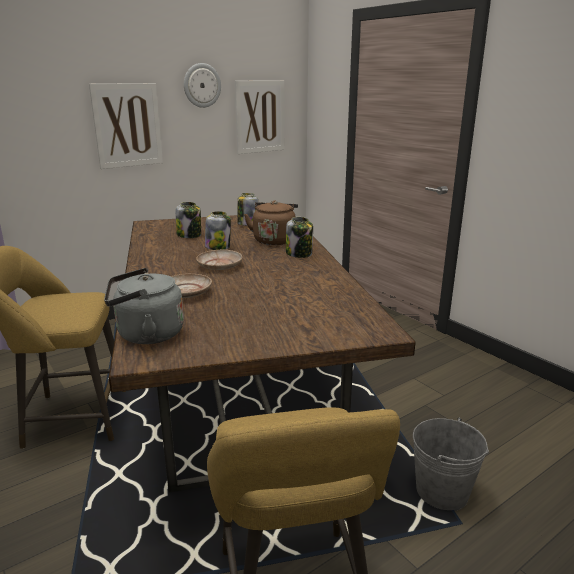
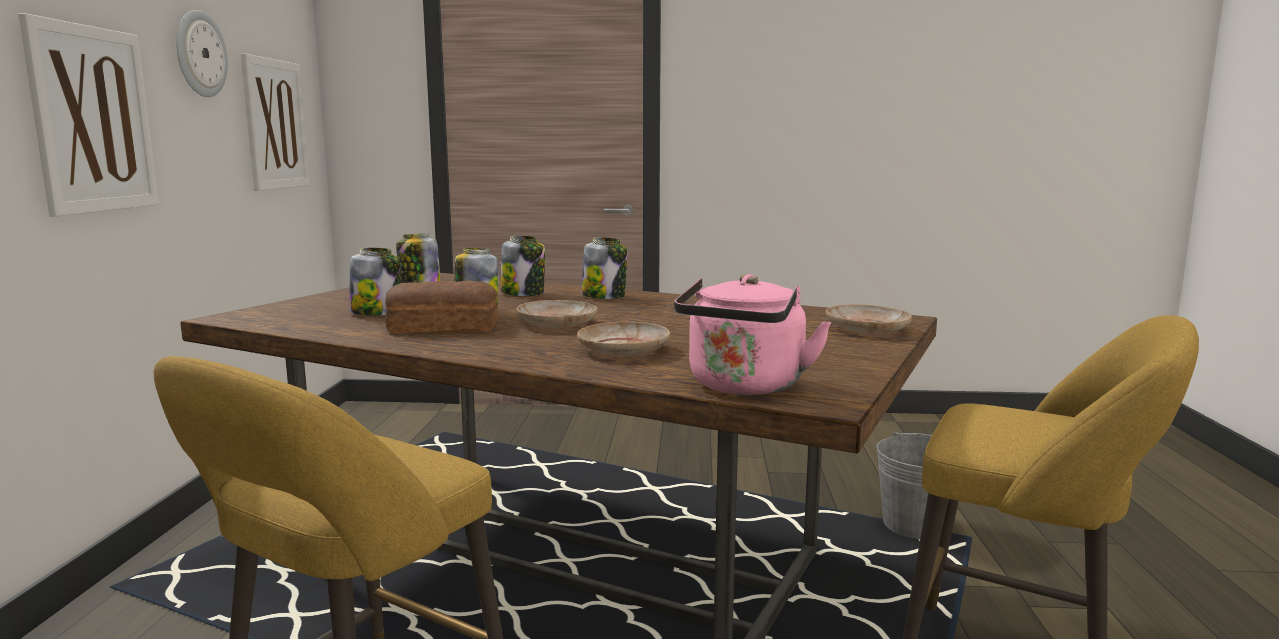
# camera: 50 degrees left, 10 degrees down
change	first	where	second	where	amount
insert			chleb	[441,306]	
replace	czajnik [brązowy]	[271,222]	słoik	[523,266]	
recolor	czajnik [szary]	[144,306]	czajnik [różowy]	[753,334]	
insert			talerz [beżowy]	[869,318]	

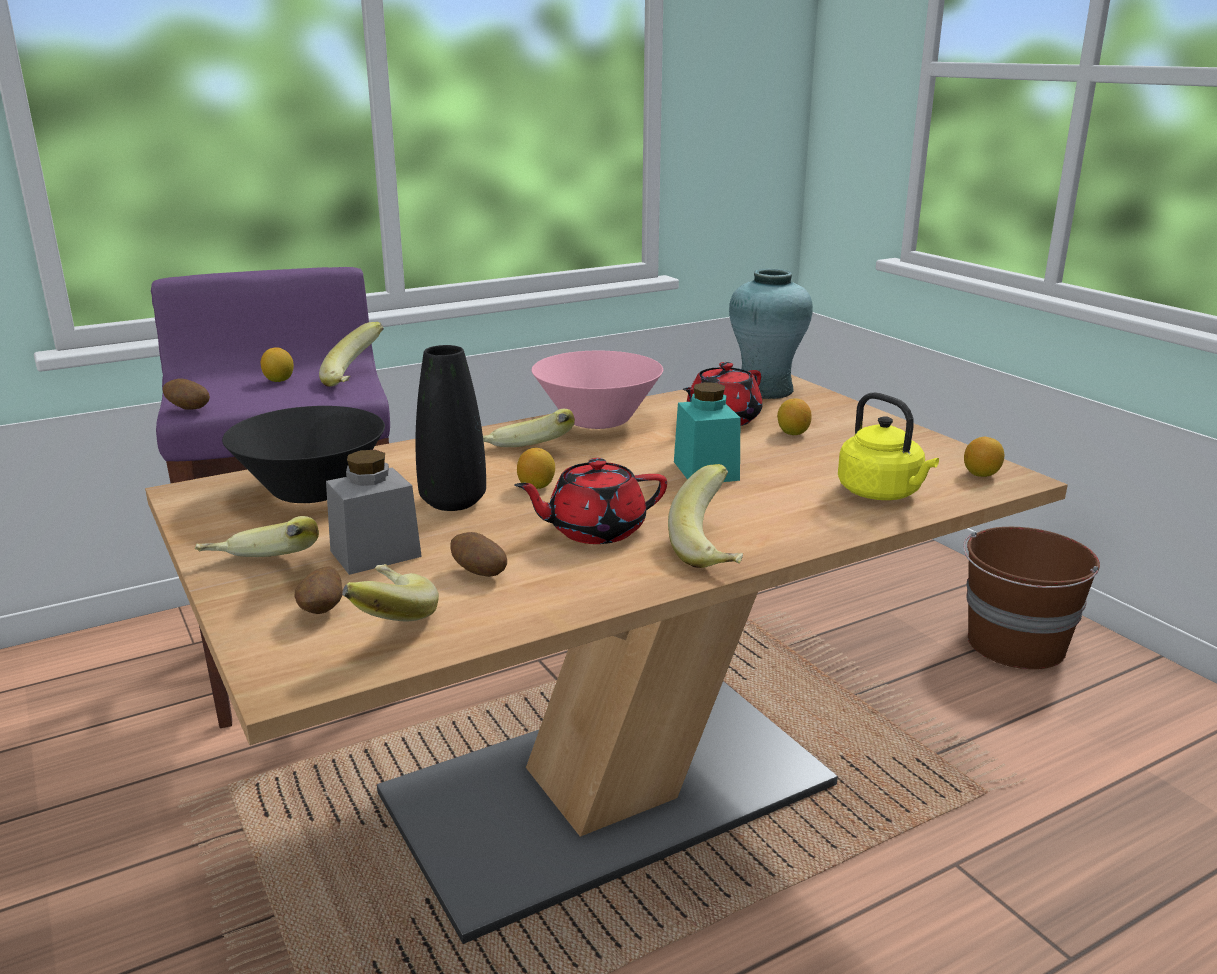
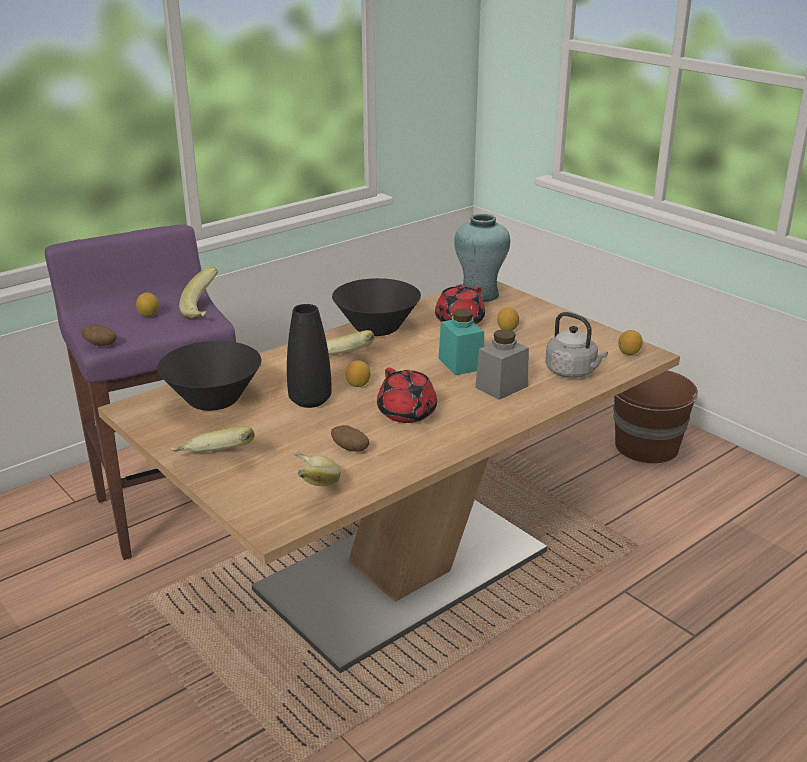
# camera: 10 degrees left, 5 degrees up
change	first	where	second	where	amount
recolor	miska [różowy]	[597,390]	miska [czarny]	[376,307]	
rotate	imbryk [czerwony]	[590,501]		[407,395]	90 degrees counterclockwise
move	słoik [szary]	[374,512]		[502,364]	
recolor	czajnik [żółty]	[888,446]	czajnik [szary]	[576,345]	
delete	ziemniak	[319,590]			
delete	banan	[705,516]			

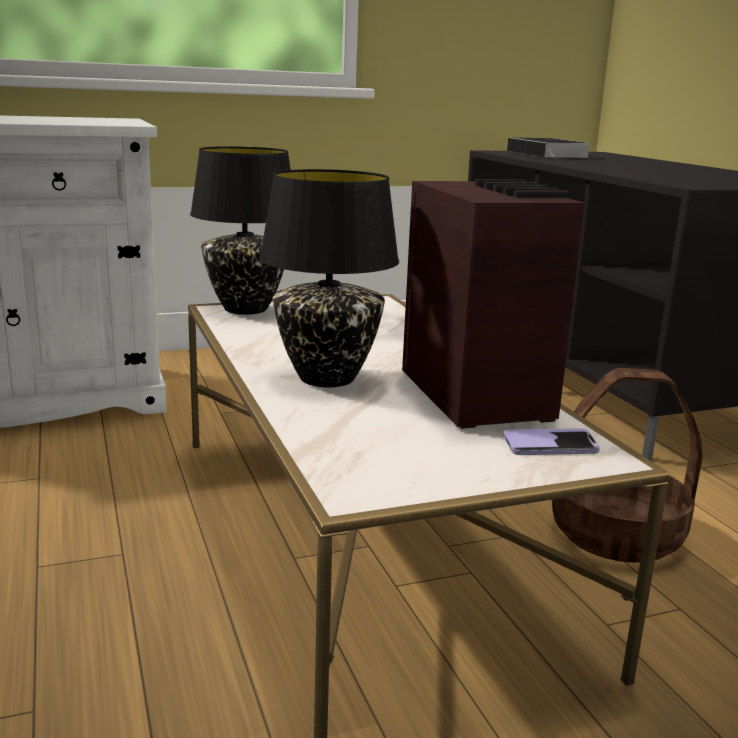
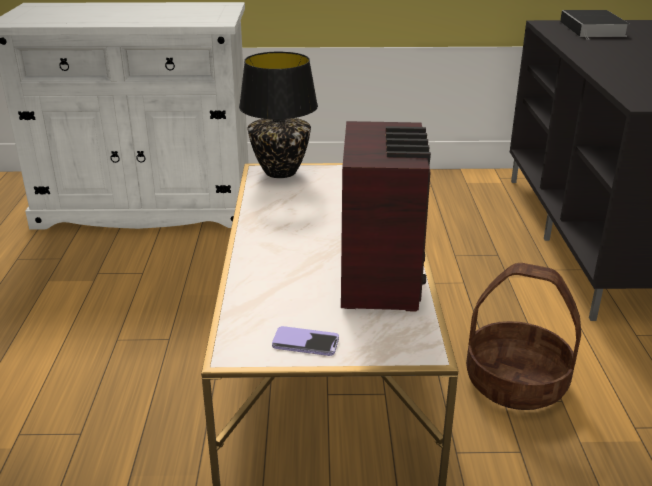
# camera: 20 degrees right, 10 degrees up
change	first	where	second	where	amount
move	telefon	[551,441]		[305,341]	
delete	lampa stołowa [czarny]	[329,278]			

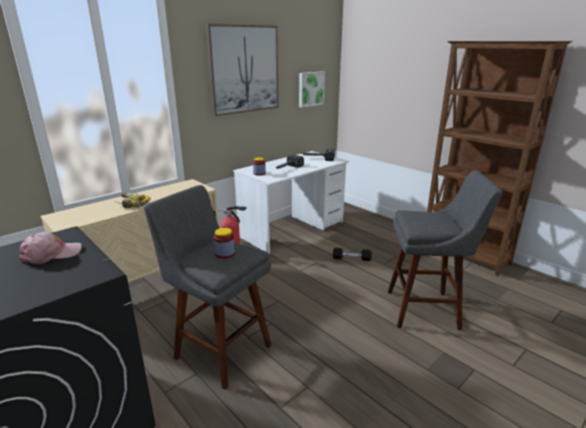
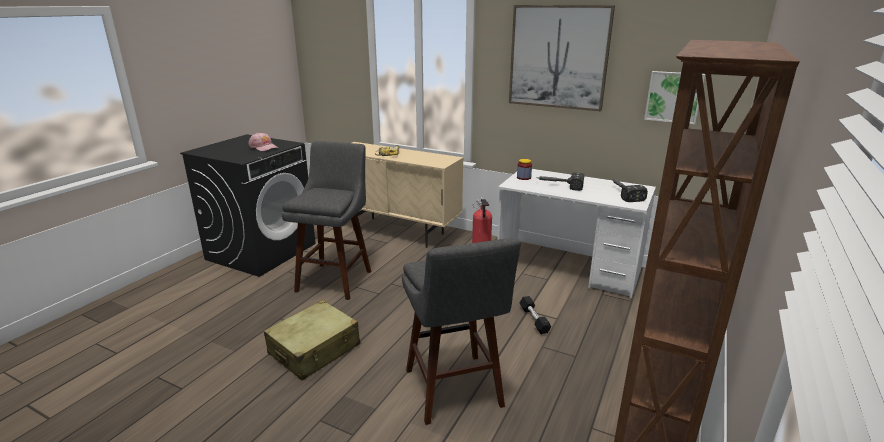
# camera: 70 degrees right, 0 degrees up
change	first	where	second	where	amount
insert			walizka [beżowy]	[312,340]	
delete	słoik	[224,243]			

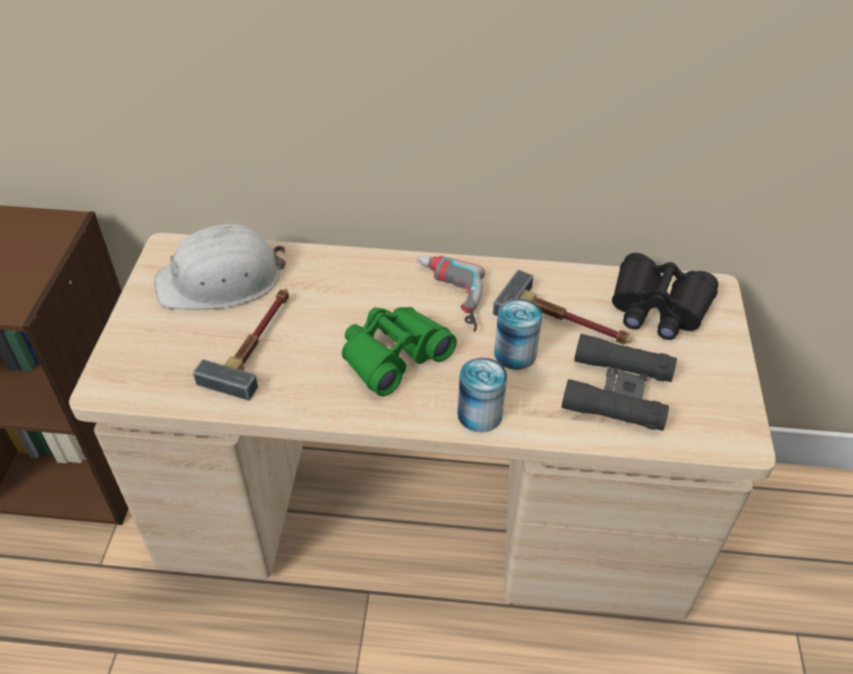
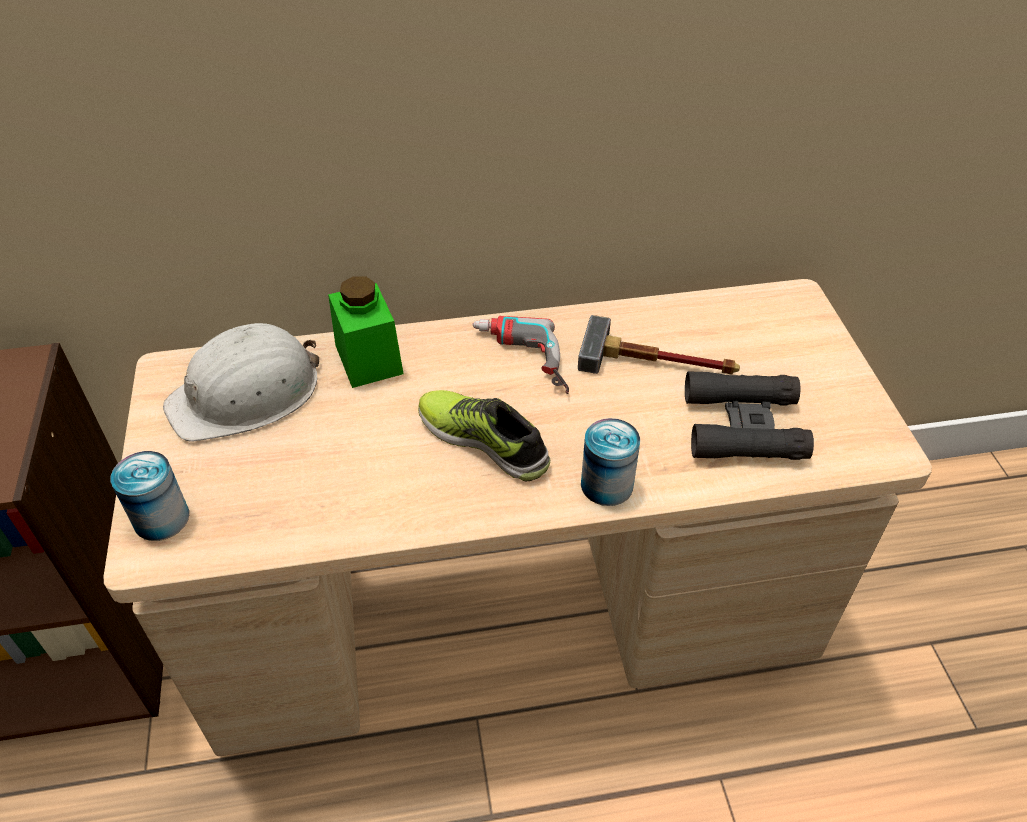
# camera: 15 degrees left, 0 degrees up
change	first	where	second	where	amount
move	puszka	[518,334]		[150,496]	
insert			słoik [zielony]	[365,332]	
replace	lornetka [zielony]	[399,351]	but	[484,435]	
delete	młotek	[241,344]			
delete	lornetka [czarny]	[665,296]			

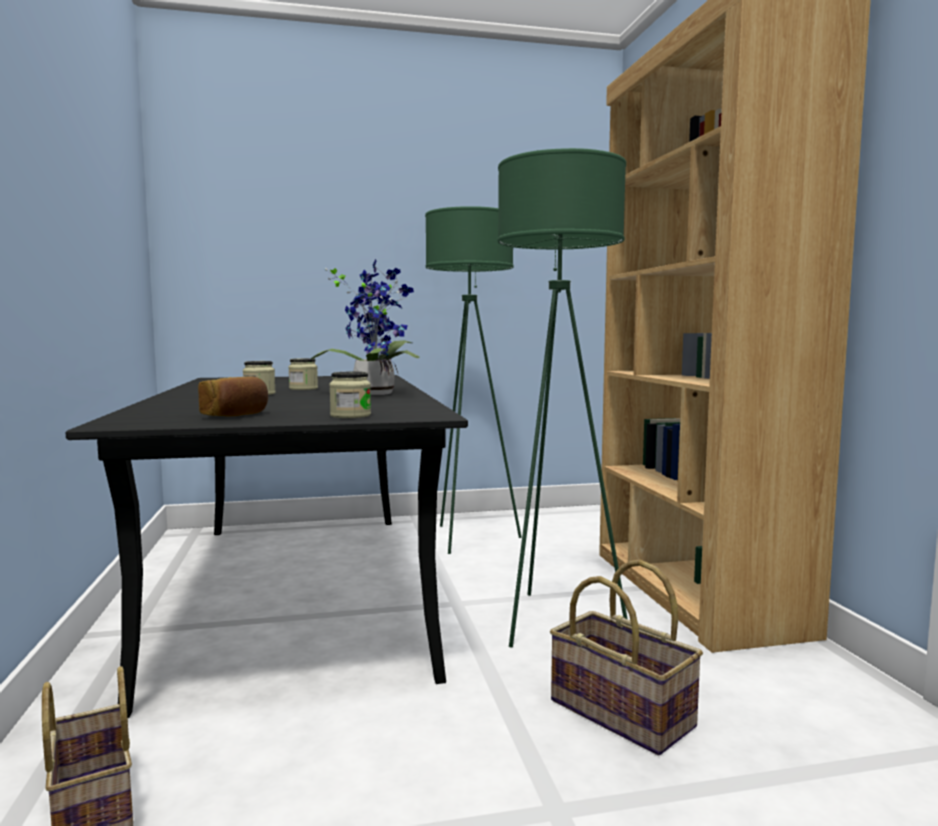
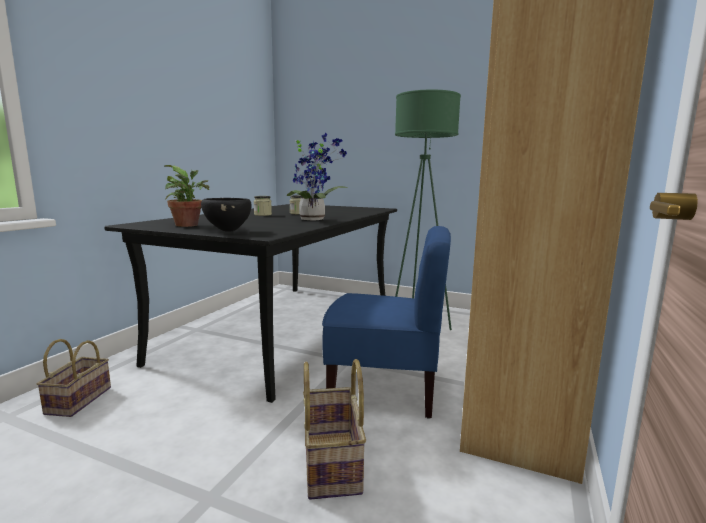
# camera: 35 degrees right, 5 degrees up
change	first	where	second	where	amount
replace	chleb	[233,396]	roślina doniczkowa	[186,196]	
replace	słoik	[350,395]	miska [czarny]	[226,215]	
replace	lampa stojąca [zielony]	[563,397]	krzesło [niebieski]	[386,322]	

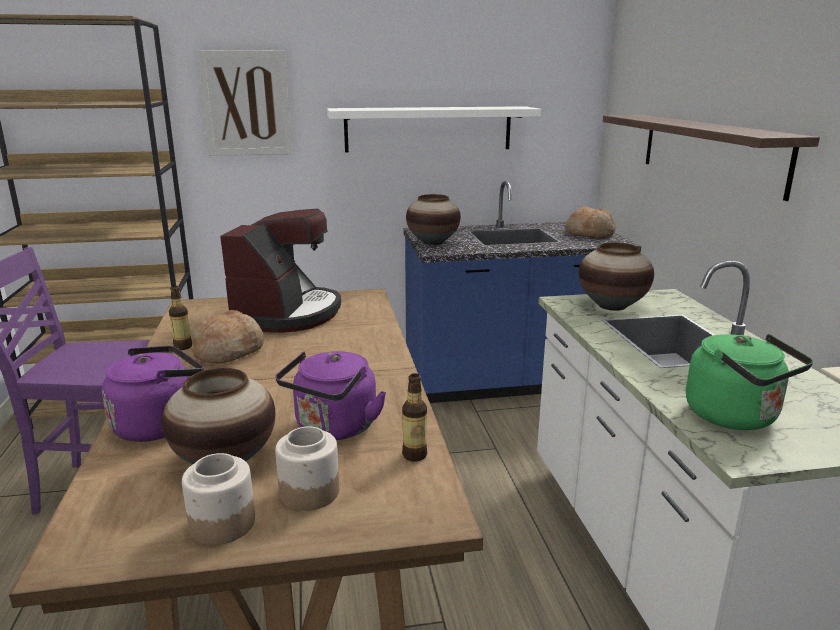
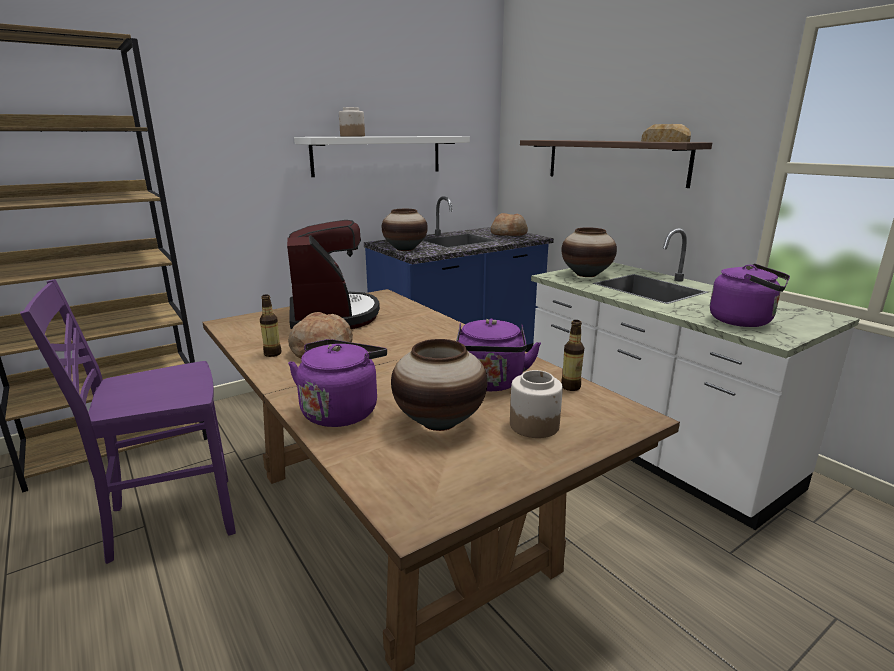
# camera: 25 degrees left, 0 degrees up
change	first	where	second	where	amount
move	słoik	[218,499]		[352,122]	
insert			chleb	[666,133]	
recolor	czajnik [zielony]	[749,382]	czajnik [fioletowy]	[750,295]	
delete	obraz	[244,103]			

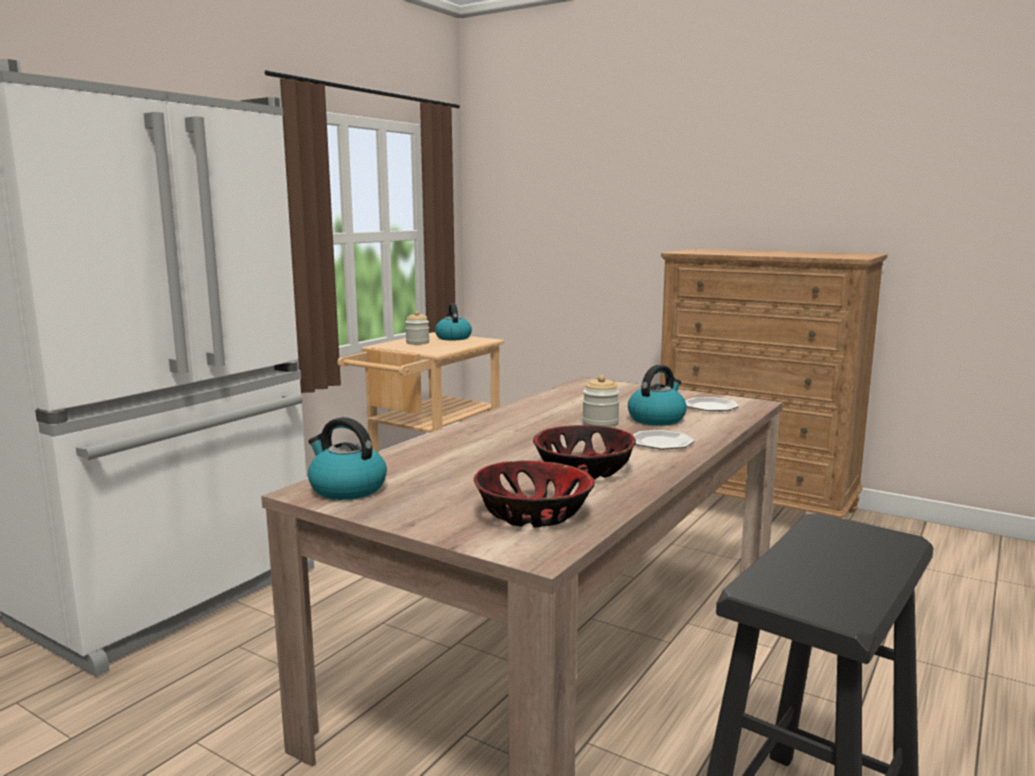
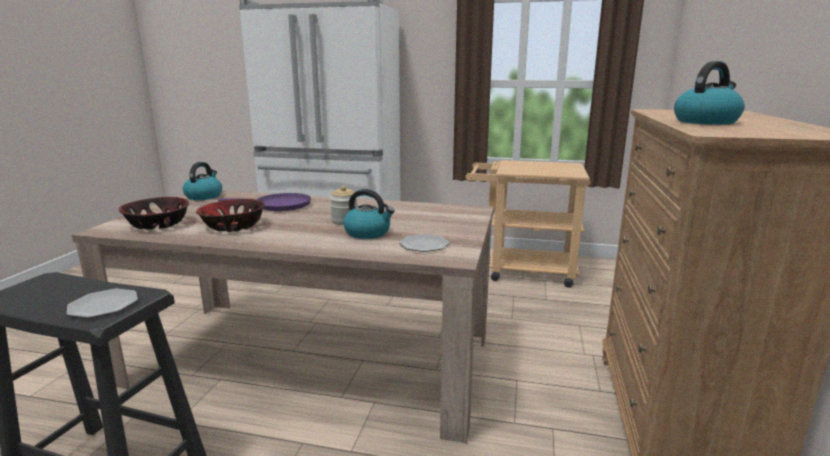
# camera: 70 degrees right, 5 degrees up
change	first	where	second	where	amount
move	talerz	[663,440]		[102,303]	
insert			patelnia [fioletowy]	[264,202]	
move	czajnik	[453,321]		[709,93]	
delete	słoik	[417,328]			

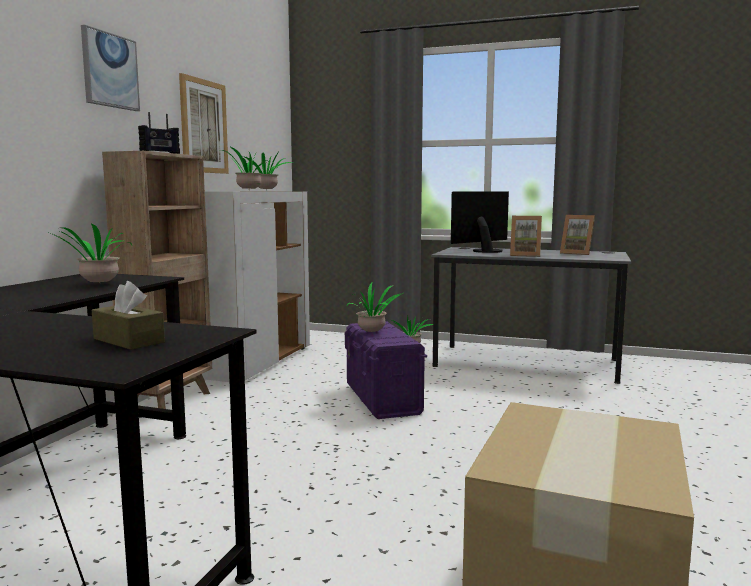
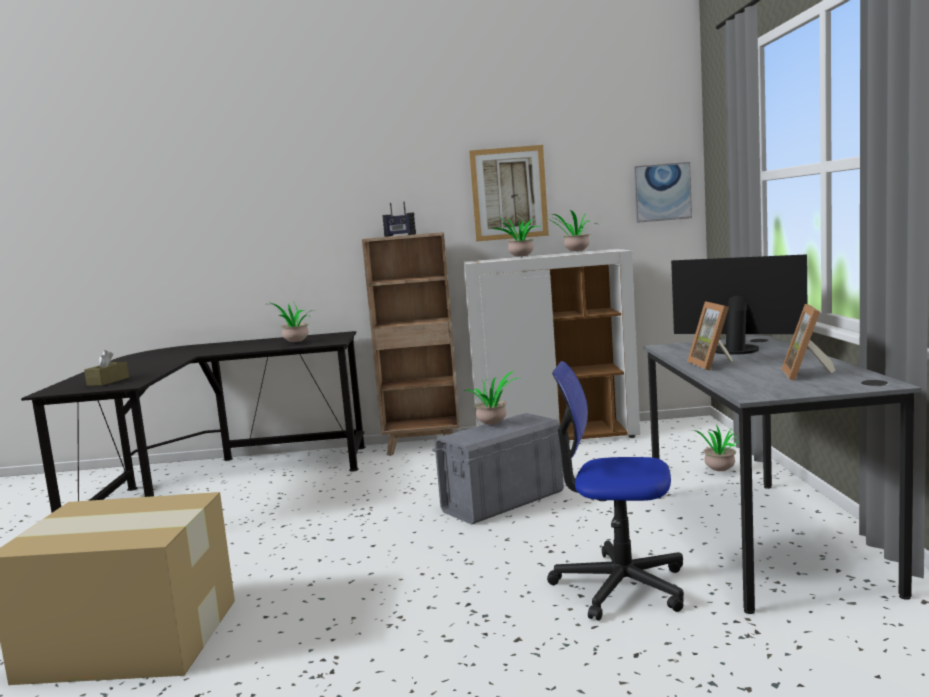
# camera: 70 degrees right, 0 degrees up
change	first	where	second	where	amount
recolor	pojemnik do przechowywania [fioletowy]	[385,370]	pojemnik do przechowywania [szary]	[498,469]	
insert			krzesło biurowe	[615,491]	
move	obraz	[110,68]		[663,192]	

